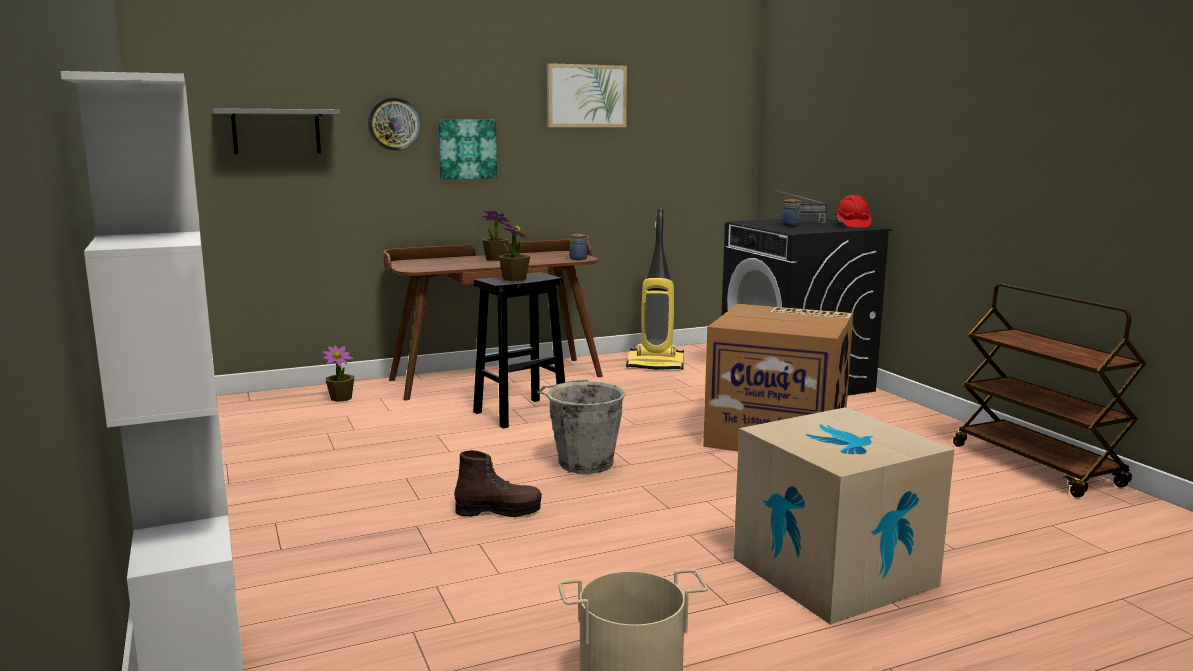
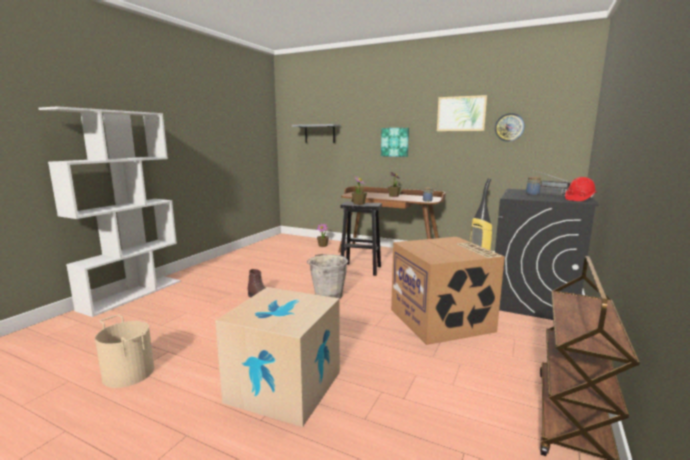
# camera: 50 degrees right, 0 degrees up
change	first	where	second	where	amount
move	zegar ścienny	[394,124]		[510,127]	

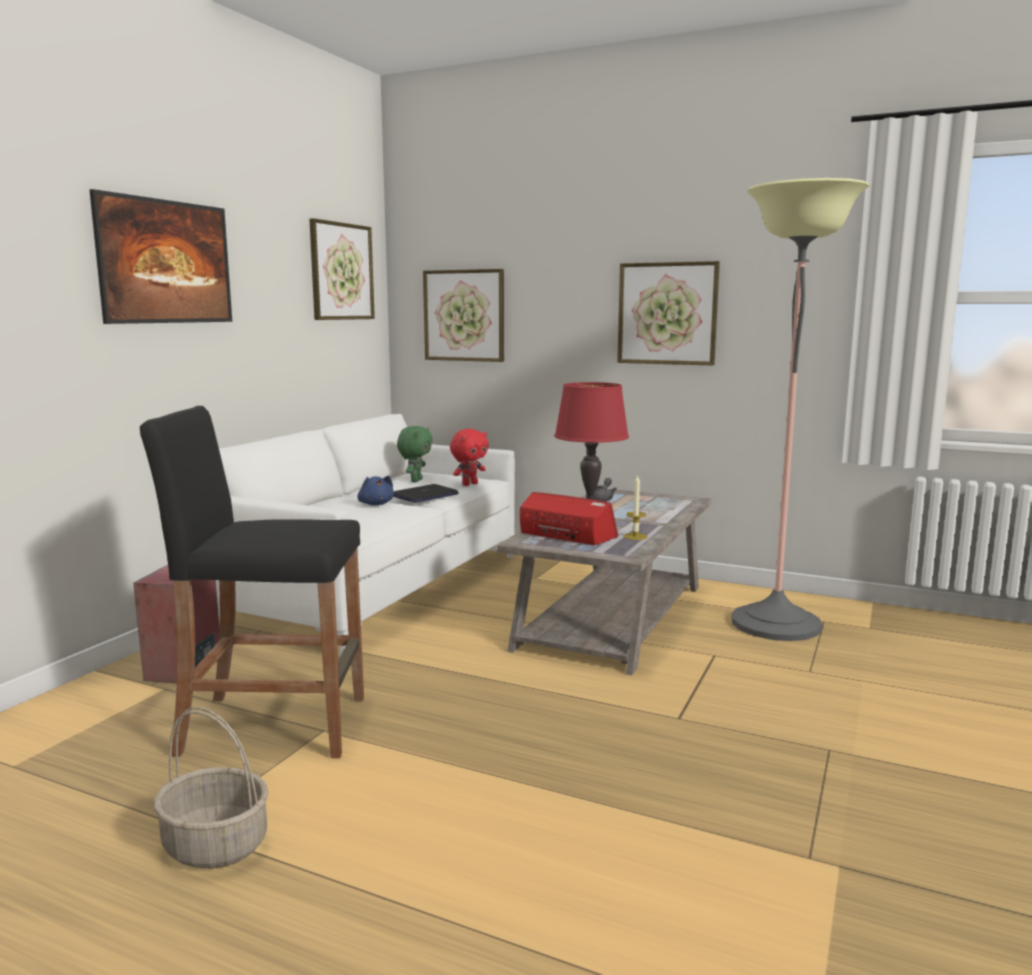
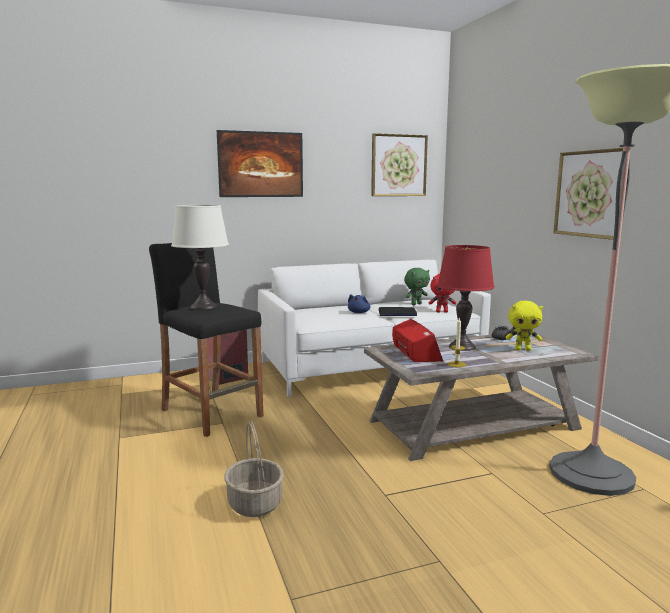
# camera: 45 degrees right, 0 degrees up
change	first	where	second	where	amount
insert			lampa stołowa [biały]	[200,257]	
move	koszyk	[211,788]		[254,469]	
insert			pluszak [żółty]	[524,326]	
delete	obraz	[463,315]			

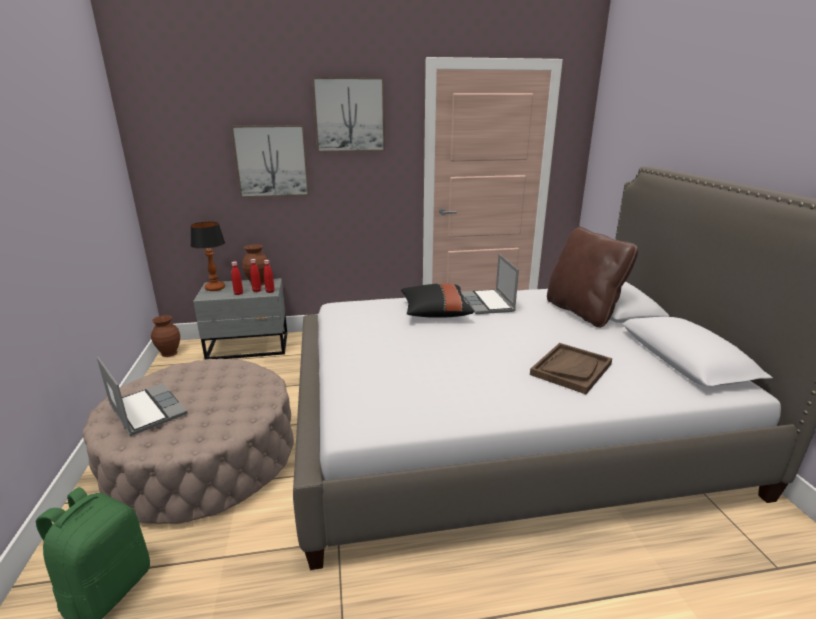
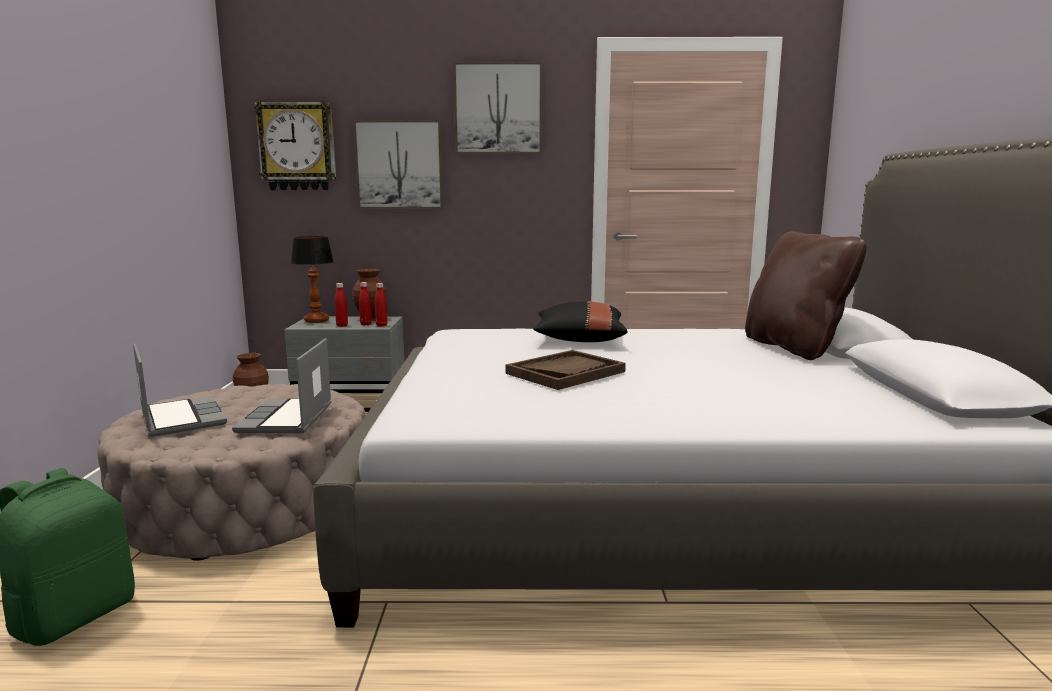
# camera: 10 degrees right, 10 degrees down
change	first	where	second	where	amount
move	laptop	[490,284]		[282,385]	
insert			zegar ścienny	[295,145]	
move	taca [brązowy]	[571,368]		[566,370]	

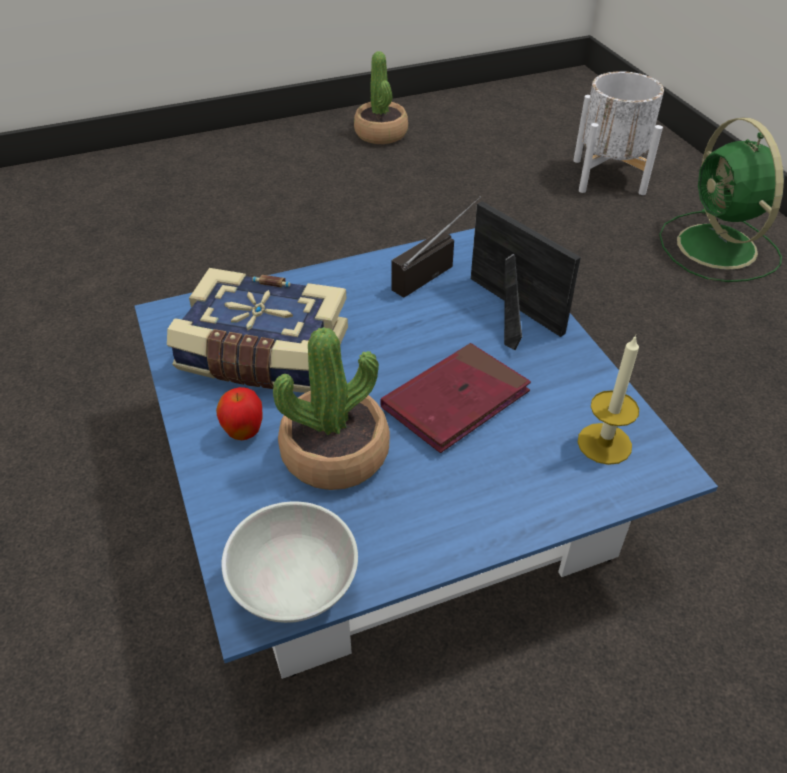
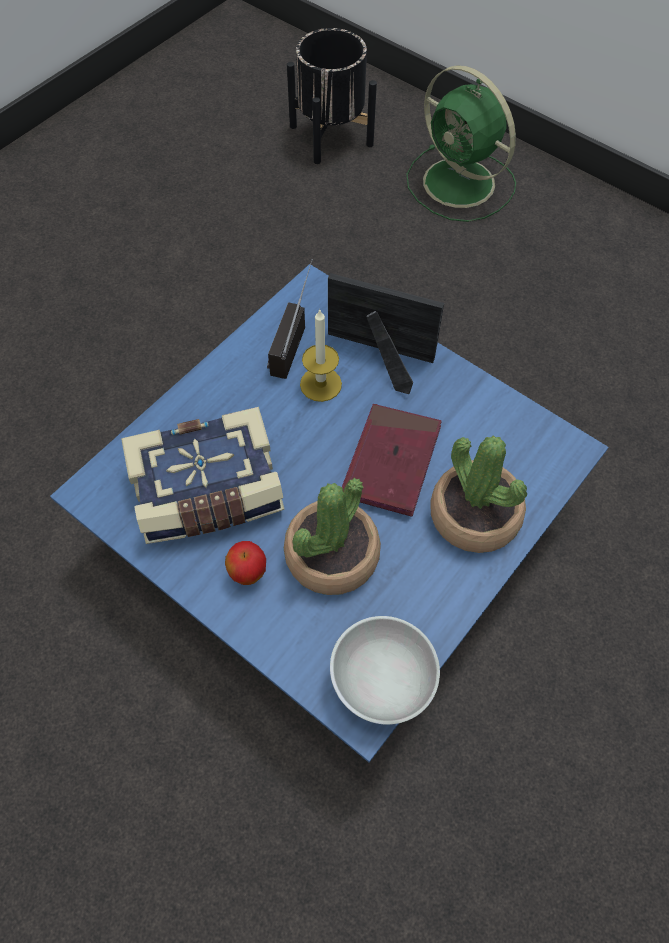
# camera: 30 degrees left, 15 degrees up
change	first	where	second	where	amount
recolor	donica [biały]	[618,133]	donica [czarny]	[332,96]	
move	świeca	[608,399]		[321,355]	
move	roślina doniczkowa	[381,97]		[478,494]	

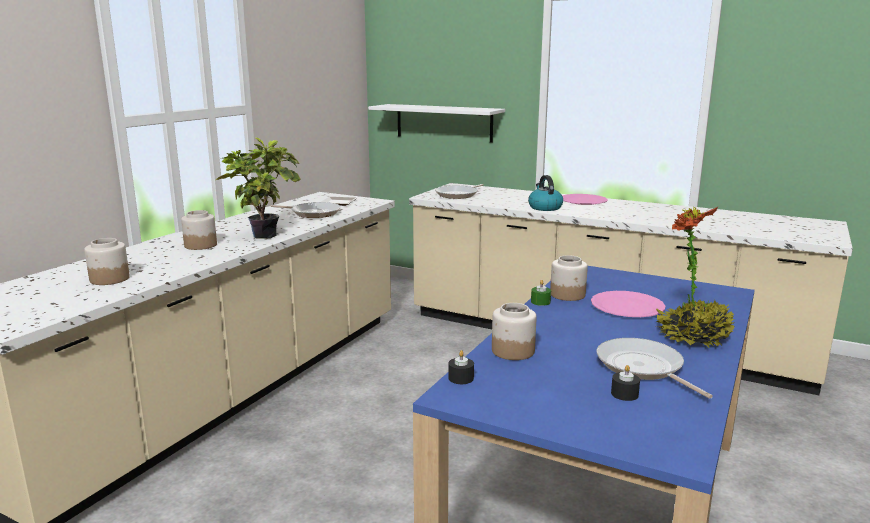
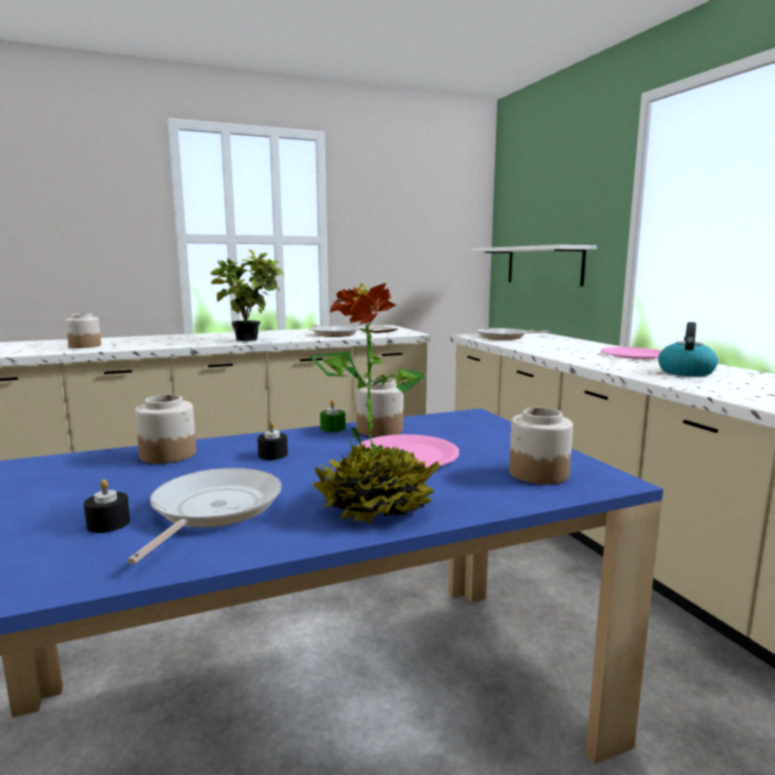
# camera: 40 degrees right, 5 degrees down
change	first	where	second	where	amount
move	świeca [czarny]	[461,367]		[272,440]	
move	słoik	[199,230]		[541,445]	
move	czajnik	[545,193]		[688,349]	

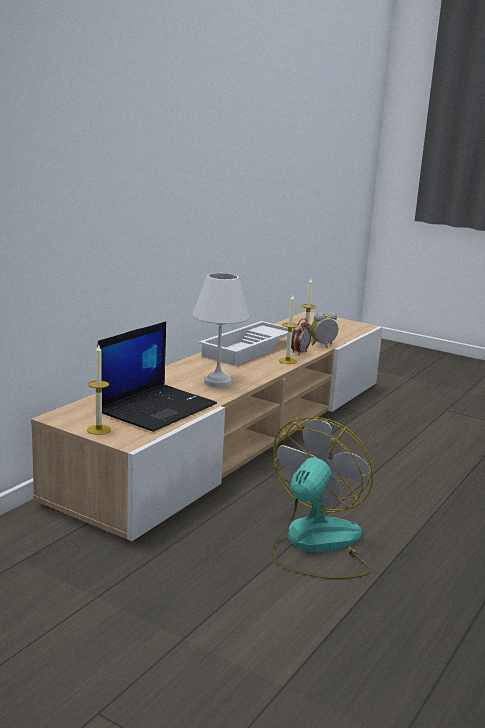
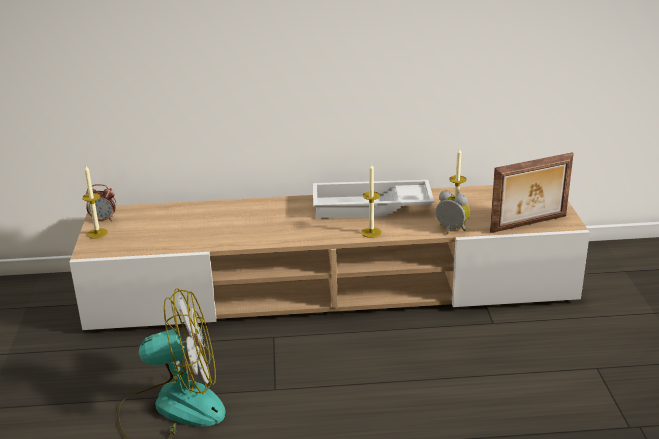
# camera: 55 degrees right, 10 degrees up
change	first	where	second	where	amount
move	budzik	[301,336]		[101,202]	
insert			ramka na zdjęcie	[532,192]	
delete	laptop	[157,377]			
delete	lampa stołowa [biały]	[221,330]			

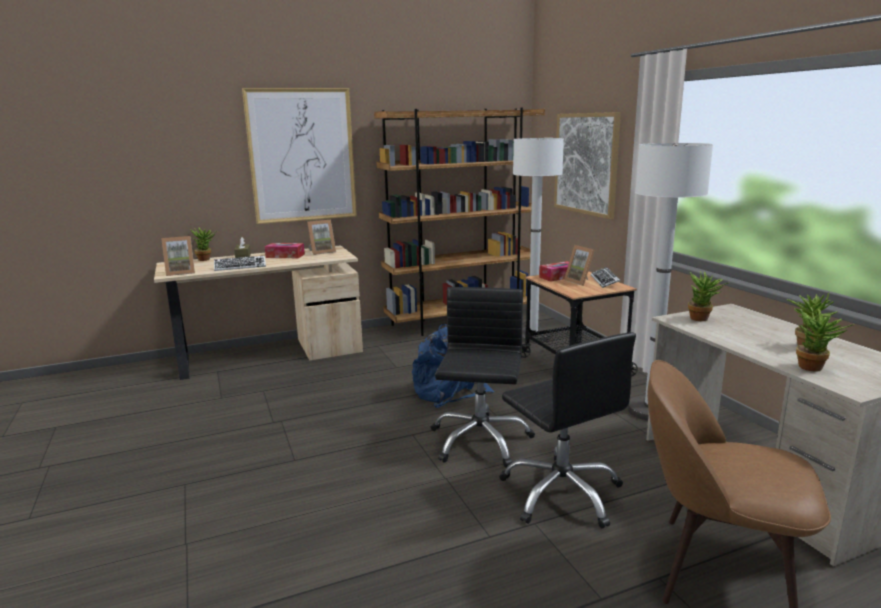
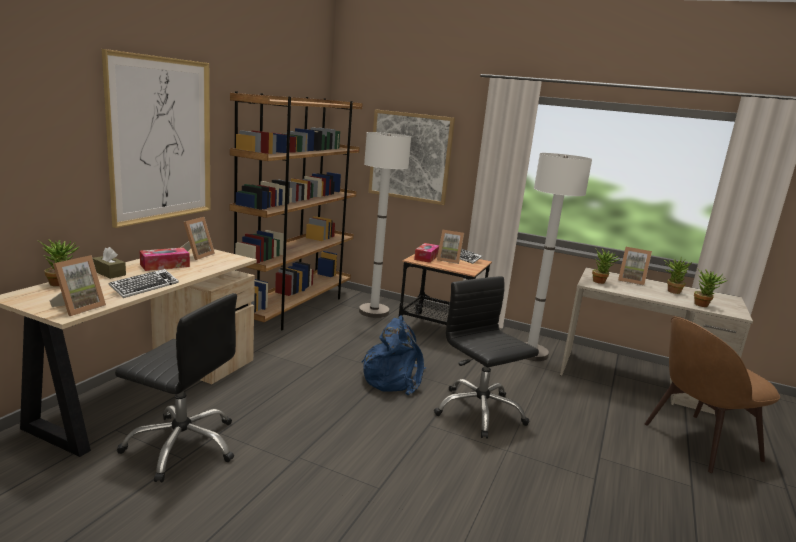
# camera: 45 degrees left, 0 degrees up
change	first	where	second	where	amount
move	krzesło biurowe [czarny]	[567,430]		[176,387]	
insert			ramka na zdjęcie	[635,266]	

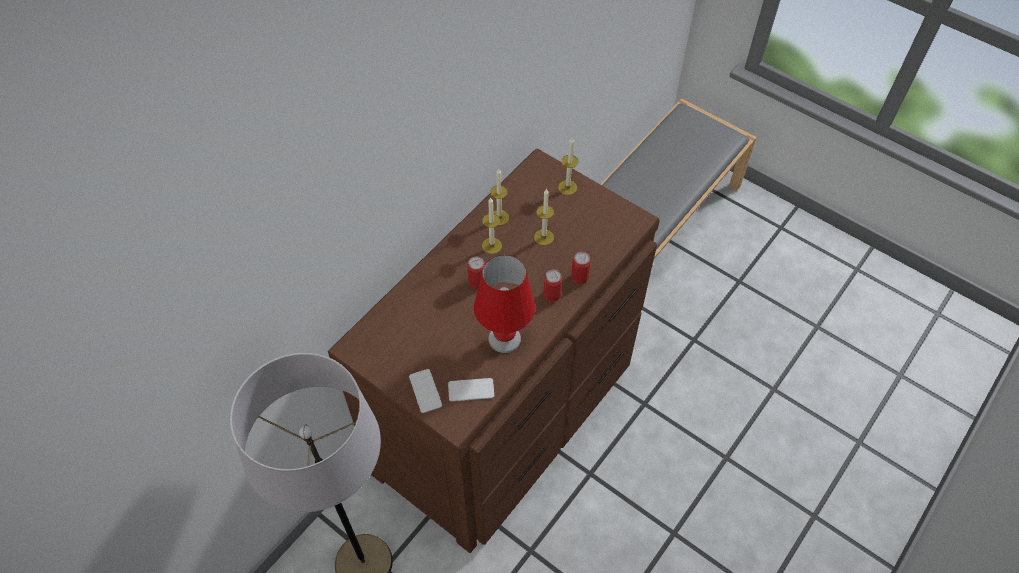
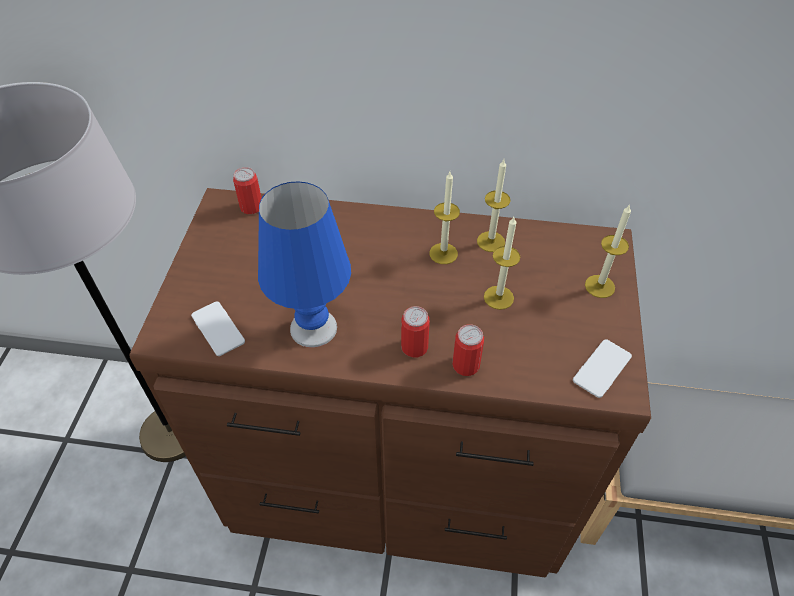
# camera: 60 degrees right, 5 degrees down
change	first	where	second	where	amount
move	puszka	[476,272]		[247,190]	
recolor	lampa stołowa [czerwony]	[504,304]	lampa stołowa [niebieski]	[304,264]	
move	telefon	[425,391]		[602,368]	

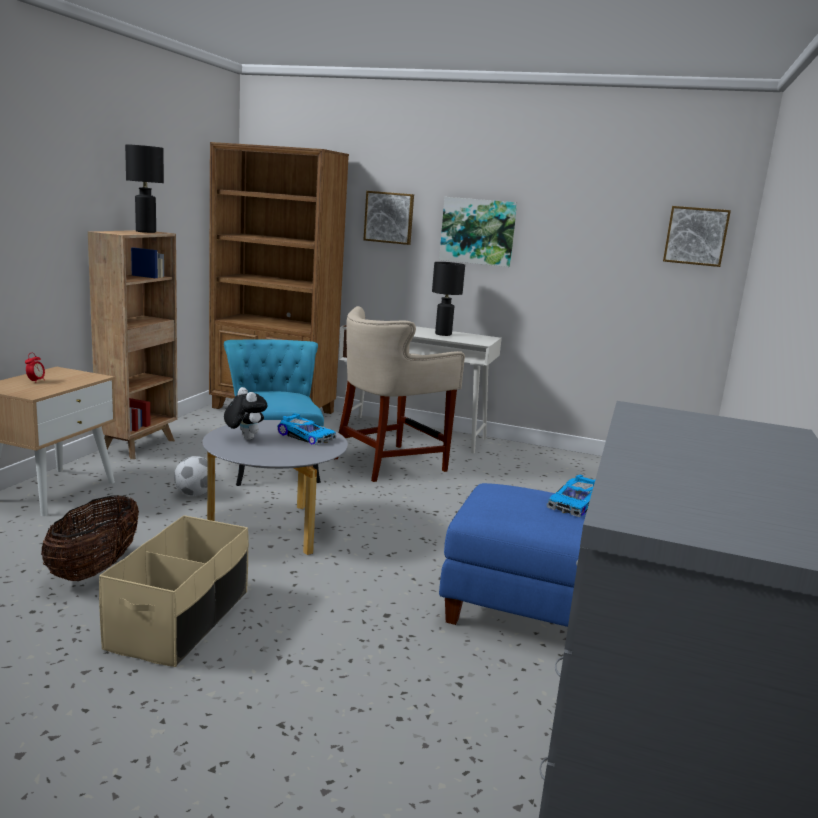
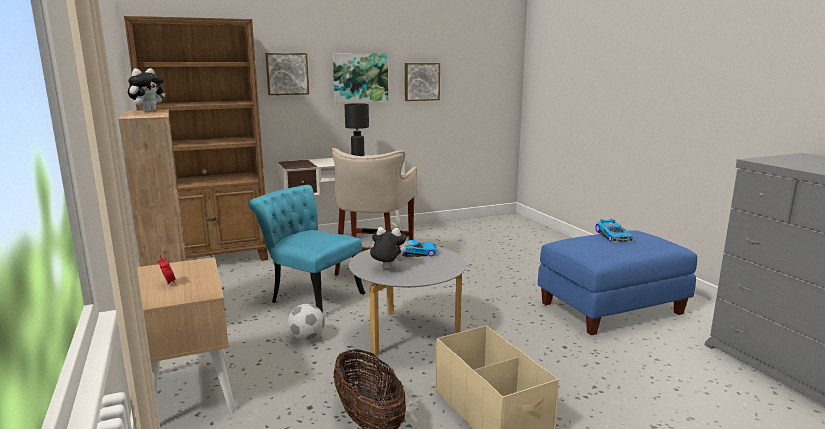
# camera: 40 degrees left, 0 degrees up
change	first	where	second	where	amount
replace	lampa stołowa [czarny]	[144,188]	pluszak	[146,90]	
move	obraz	[697,236]		[422,82]	

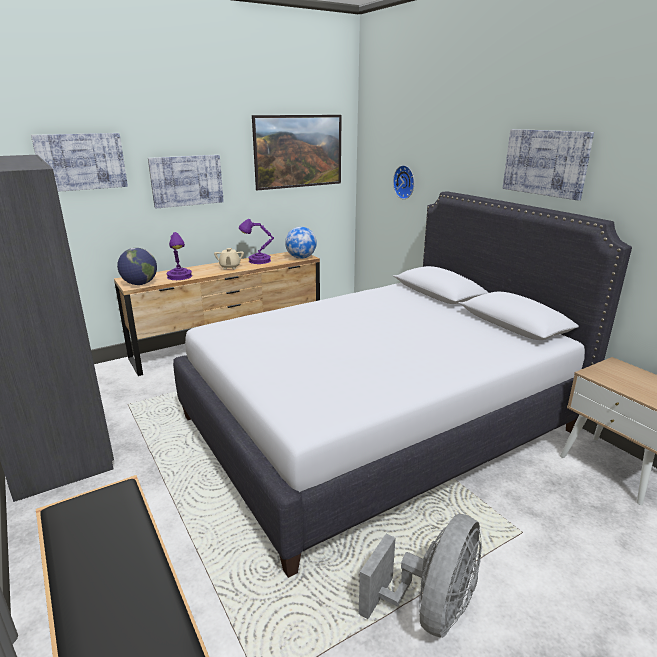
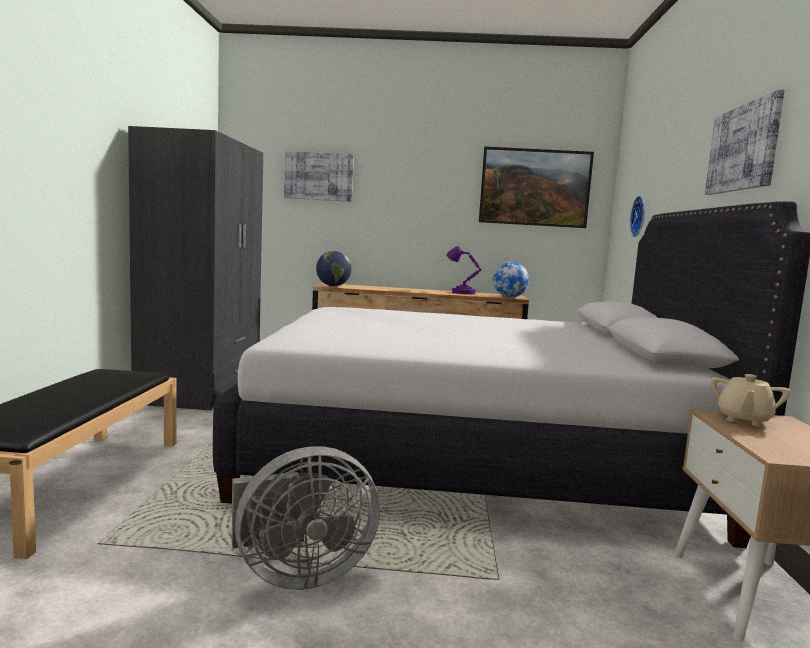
# camera: 35 degrees right, 15 degrees down
change	first	where	second	where	amount
move	imbryk [beżowy]	[229,259]		[750,400]	
delete	obraz	[186,181]			
delete	lampa stołowa [fioletowy]	[179,256]			

